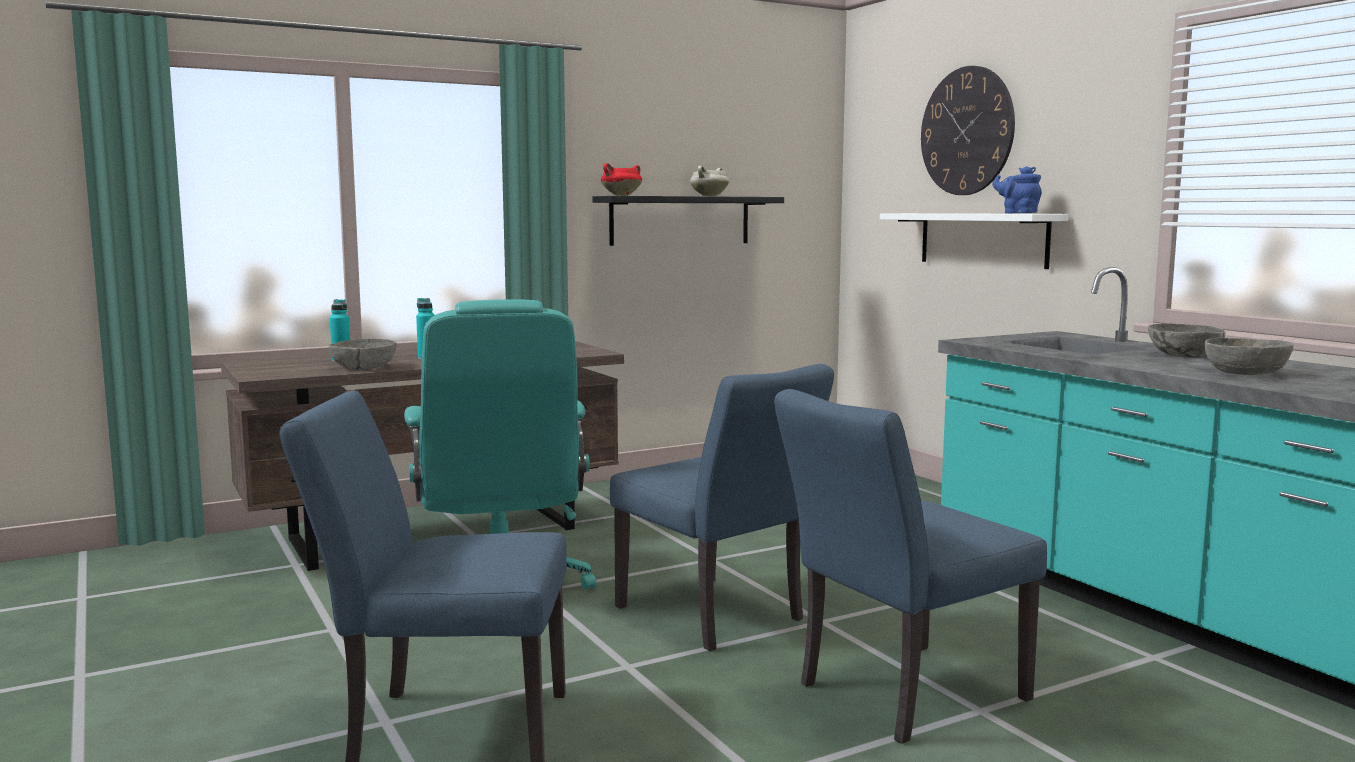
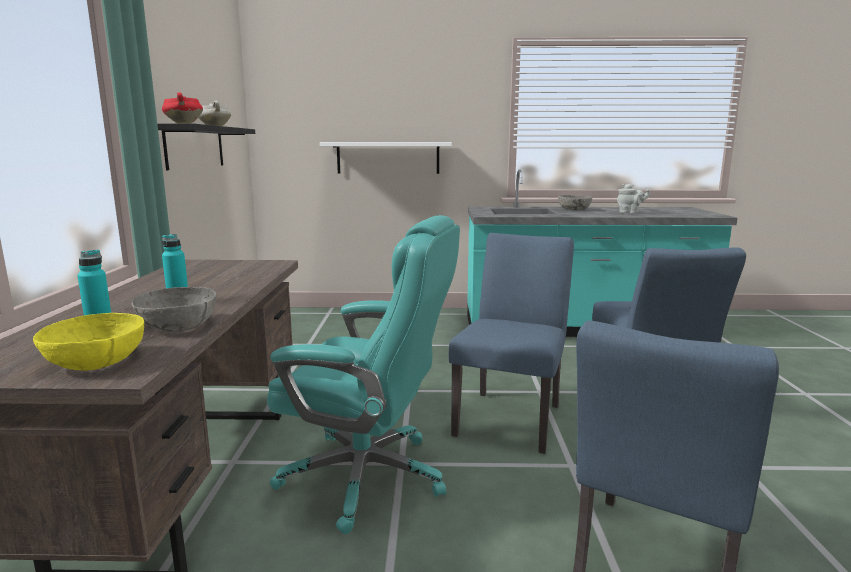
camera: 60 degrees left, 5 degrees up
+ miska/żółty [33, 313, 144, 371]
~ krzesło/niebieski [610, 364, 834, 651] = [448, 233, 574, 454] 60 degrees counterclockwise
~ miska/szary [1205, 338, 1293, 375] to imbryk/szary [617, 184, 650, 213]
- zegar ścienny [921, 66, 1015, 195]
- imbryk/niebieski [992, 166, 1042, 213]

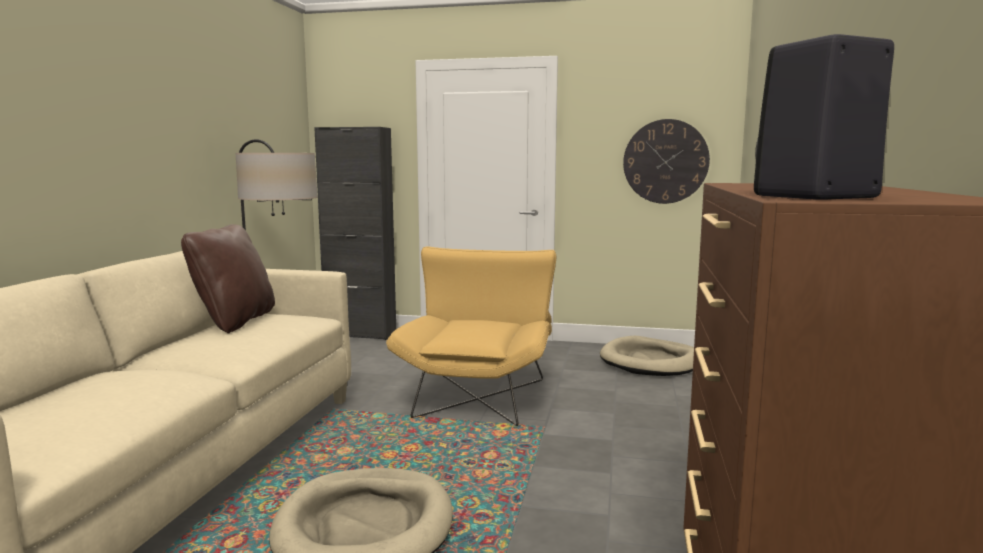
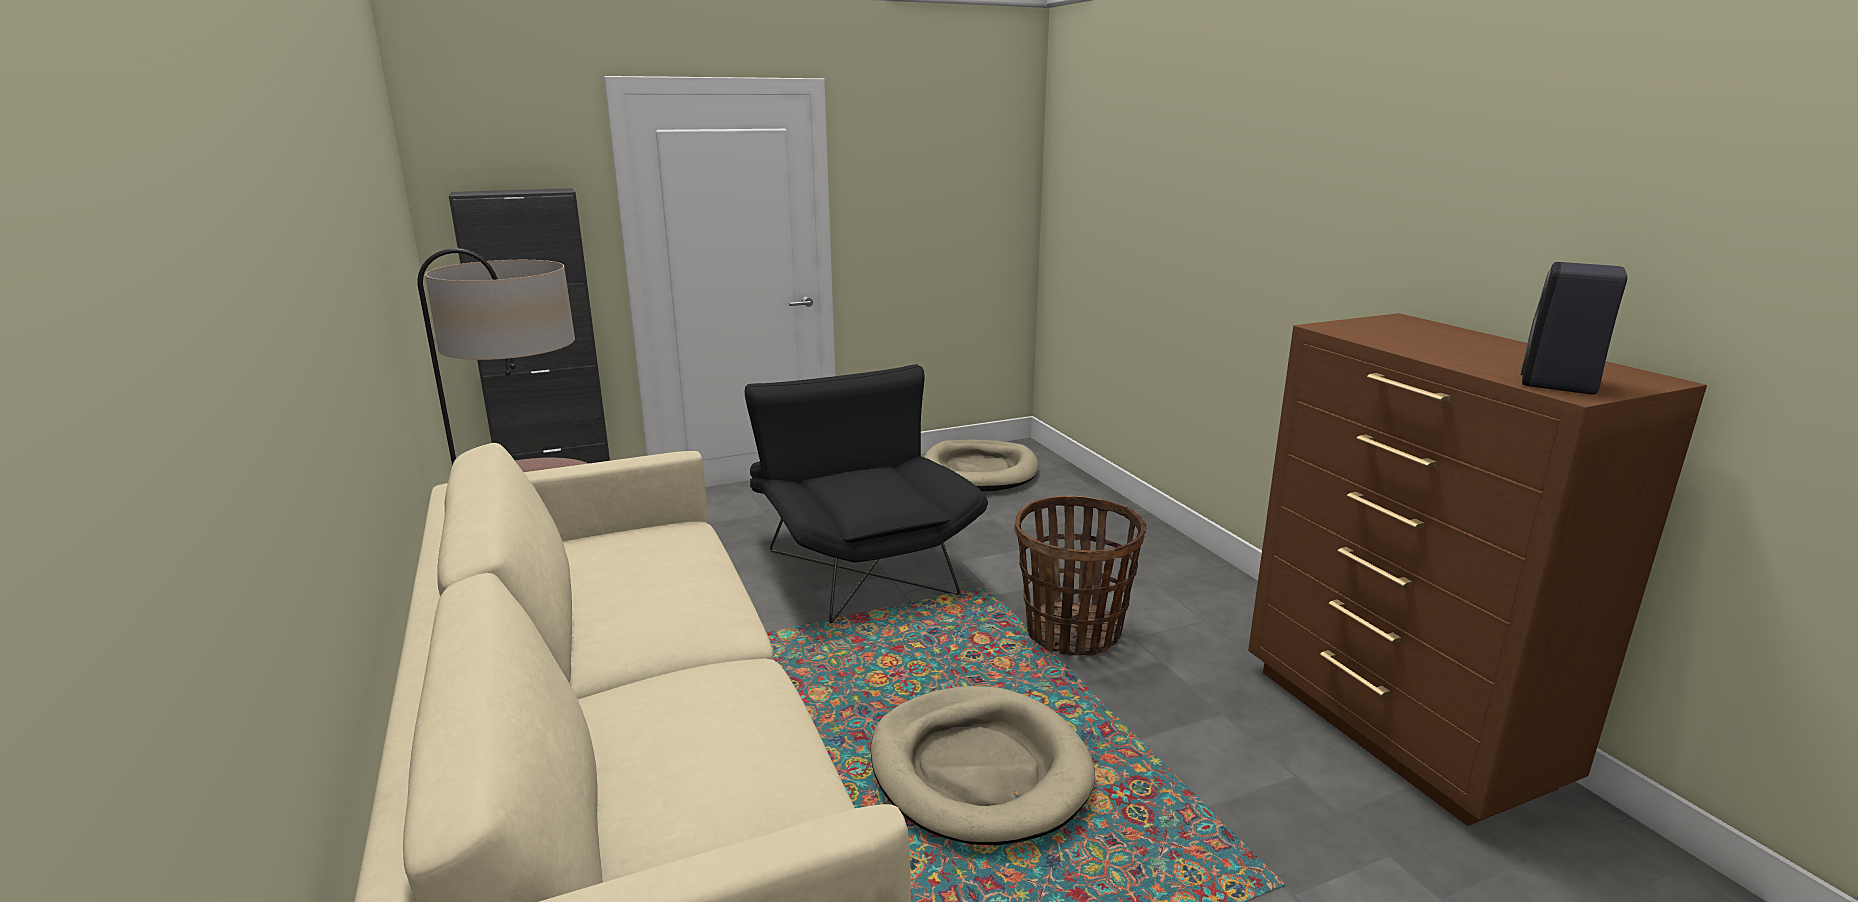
camera: 35 degrees left, 10 degrees up
~ fotel/żółty [386, 246, 556, 426] to fotel/czarny [745, 364, 988, 623]
+ koszyk [1014, 495, 1146, 656]
- poduszka/brązowy [181, 224, 275, 333]
- zegar ścienny [623, 119, 710, 204]

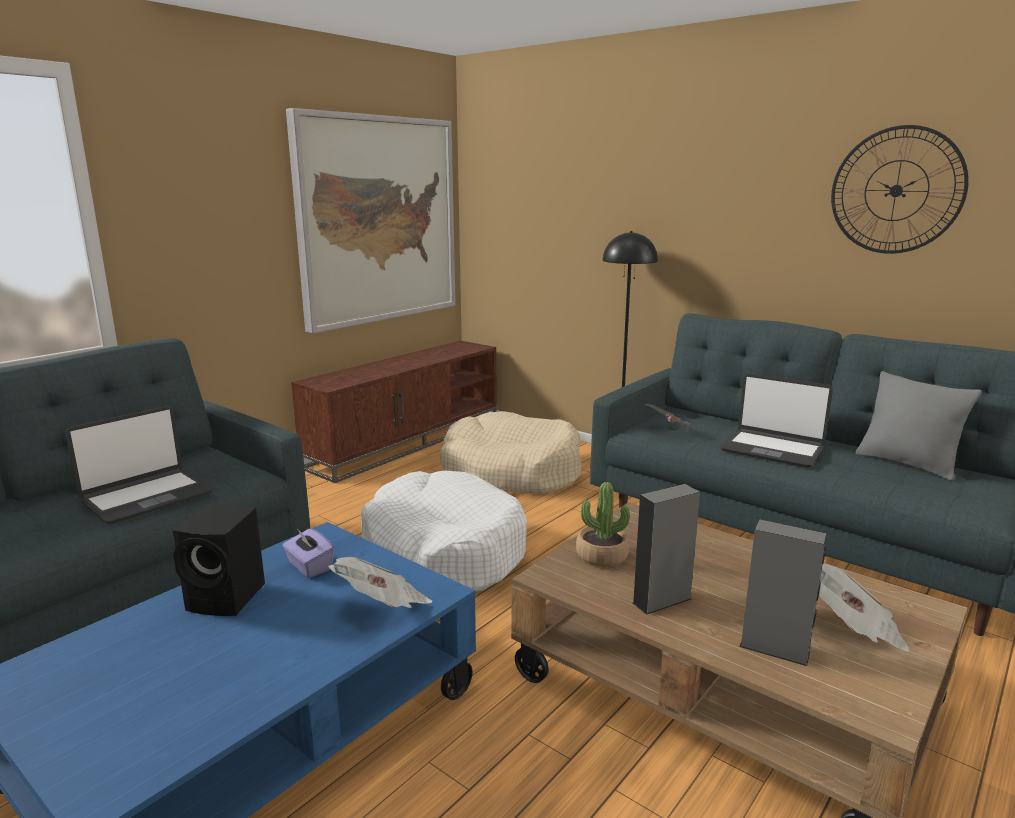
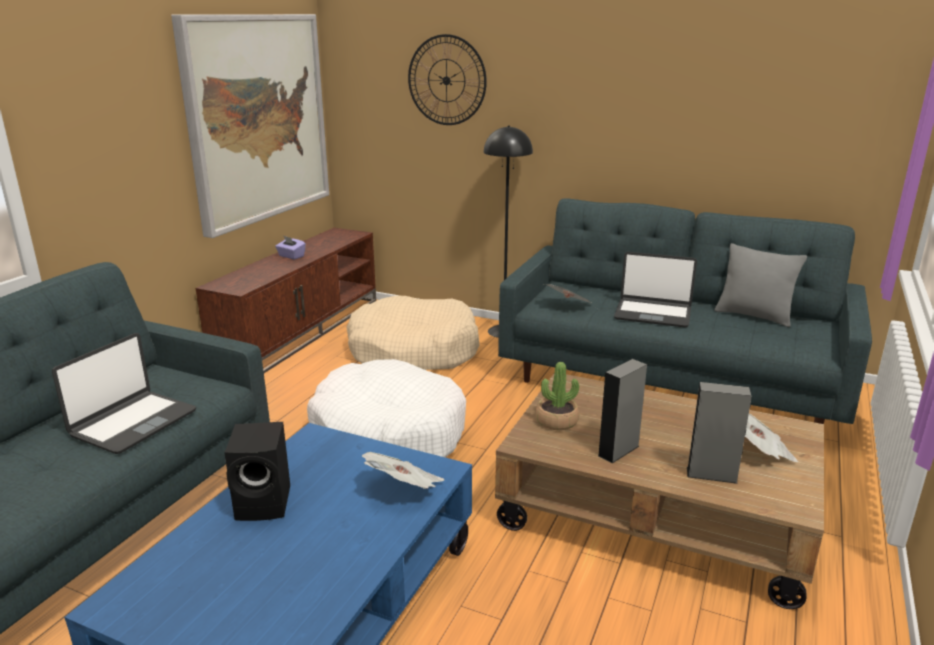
camera: 15 degrees left, 5 degrees up
~ pudełko chusteczek/fioletowy [282, 529, 334, 578] to [275, 236, 306, 259]
~ zegar ścienny [831, 125, 969, 254] to [408, 34, 487, 125]

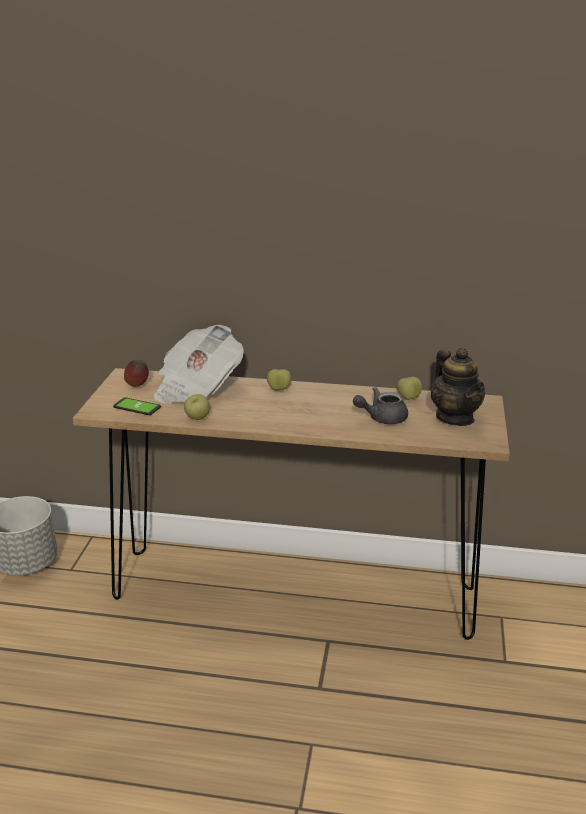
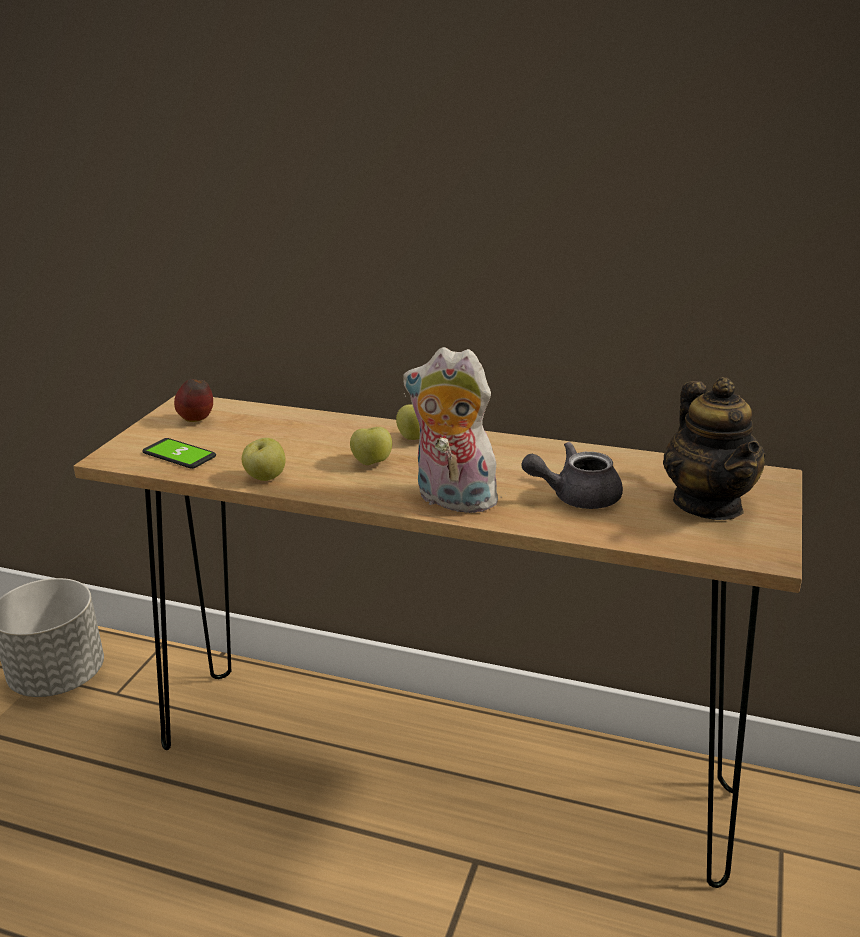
camera: 10 degrees right, 0 degrees up
~ jabłko [397, 377, 422, 400] to [350, 427, 392, 465]
+ pluszak [403, 347, 507, 513]
- gazeta [154, 325, 244, 403]

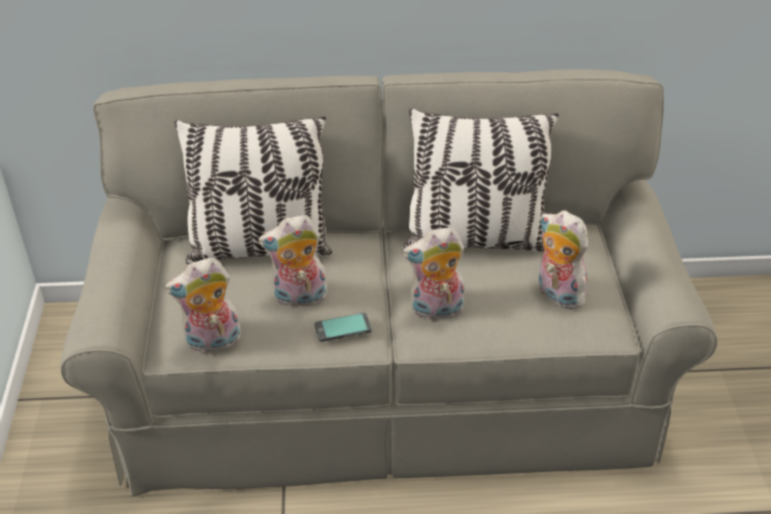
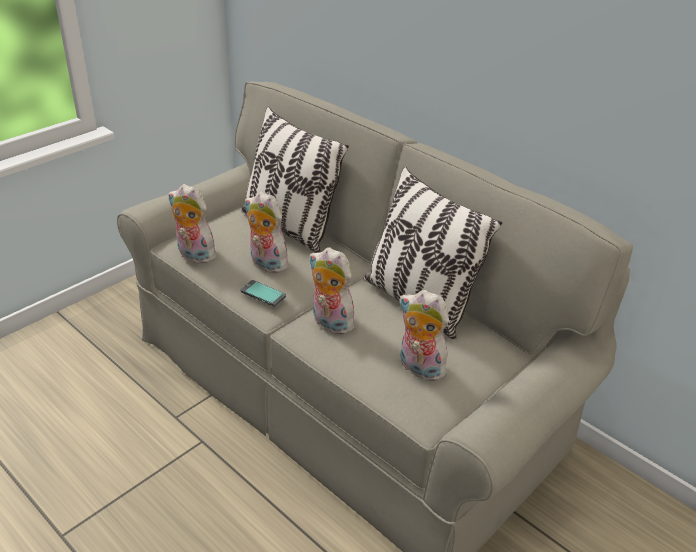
camera: 45 degrees right, 5 degrees down
~ pluszak [539, 210, 589, 309] = [399, 290, 452, 381] 60 degrees counterclockwise

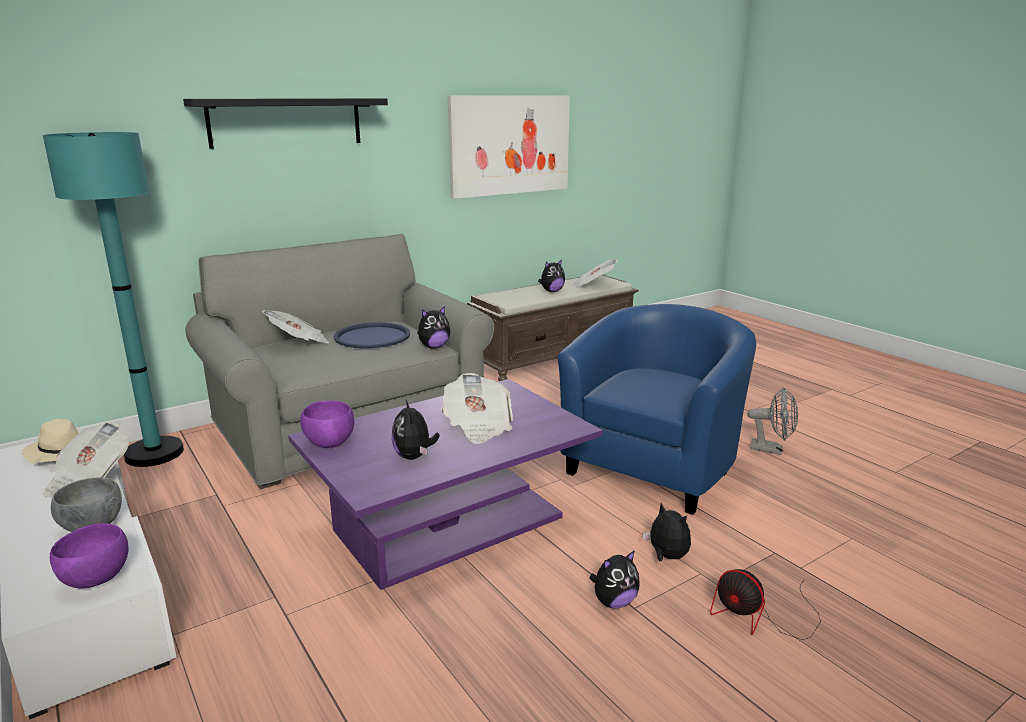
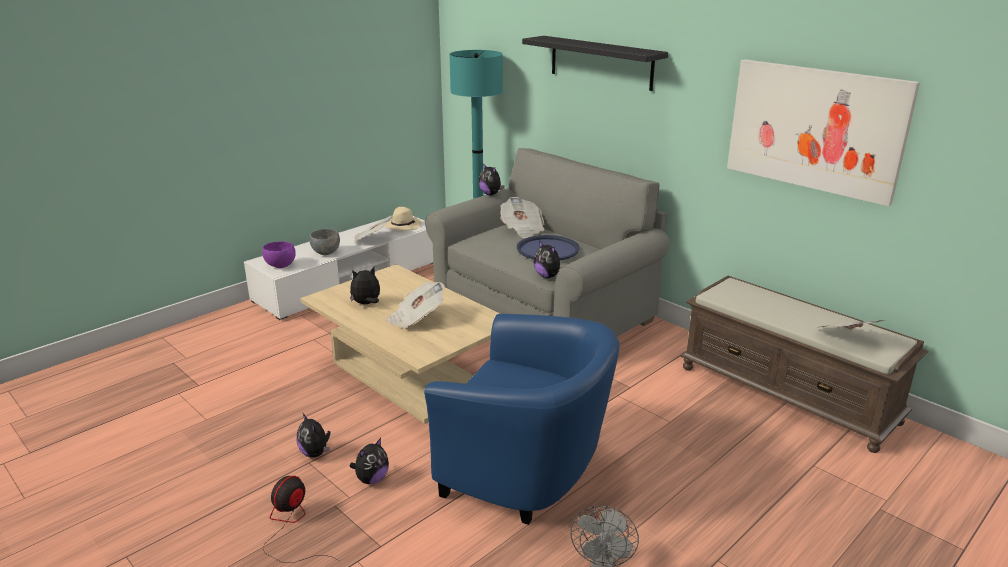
camera: 80 degrees right, 5 degrees up
~ ława/fioletowy [288, 379, 603, 590] to ława/beżowy [300, 264, 500, 424]
~ pluszak [538, 259, 565, 292] to [479, 163, 505, 195]
- miska/fioletowy [300, 401, 354, 448]

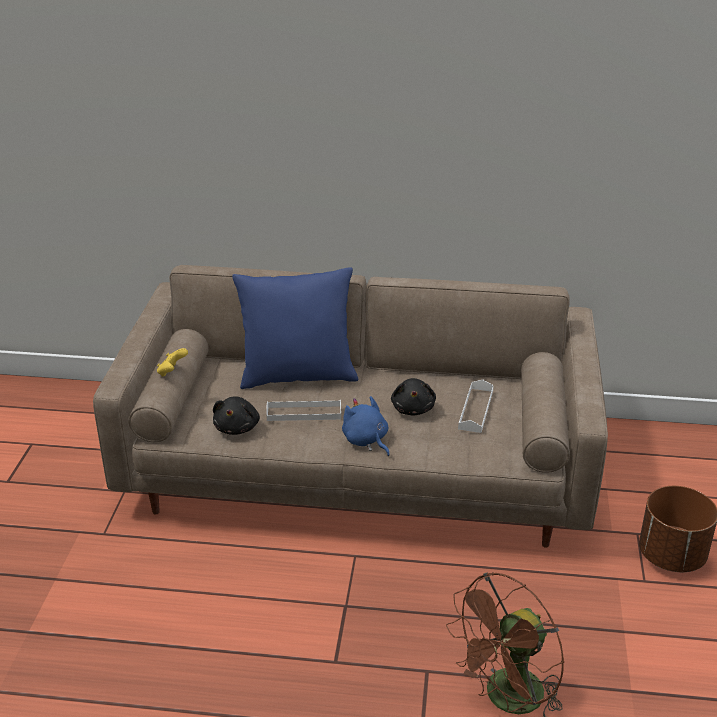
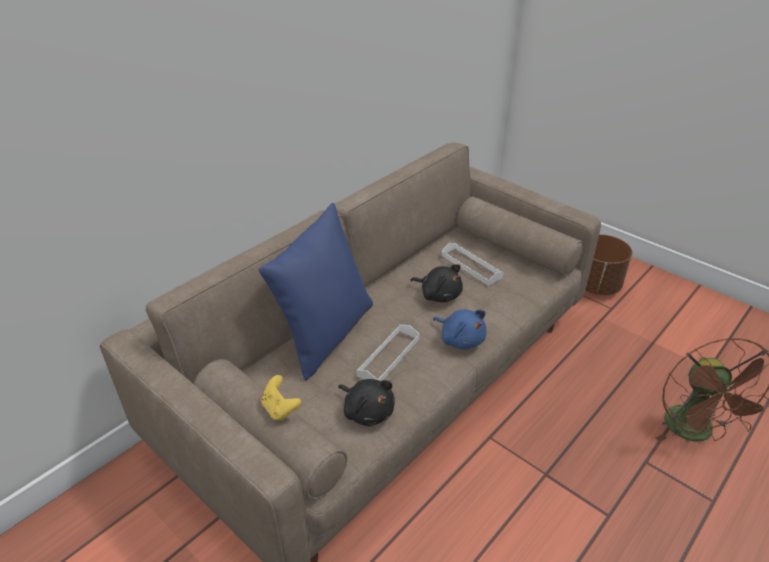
camera: 55 degrees left, 5 degrees up
~ pluszak/niebieski [342, 396, 390, 456] = [433, 310, 487, 350] 135 degrees counterclockwise

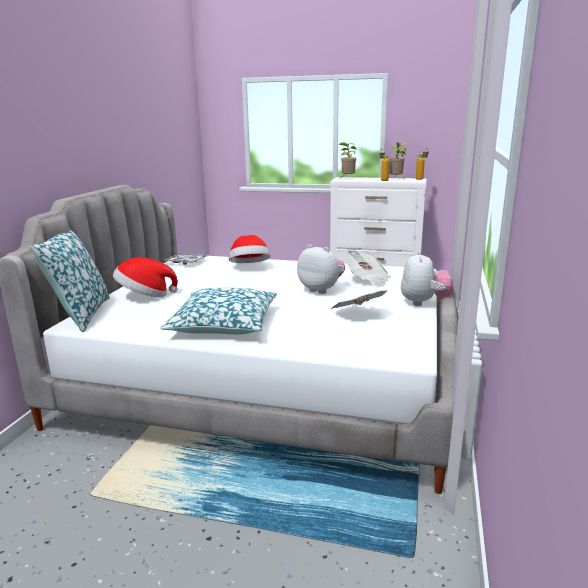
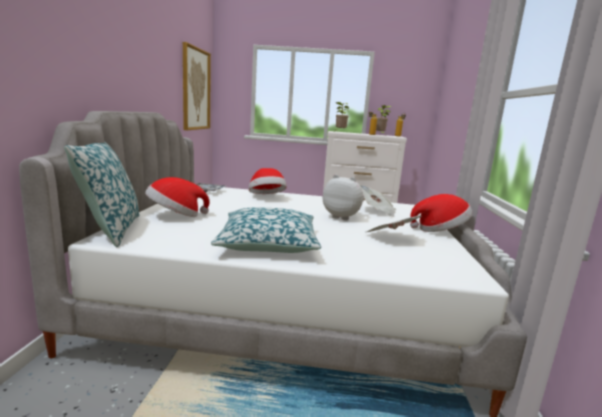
camera: 10 degrees left, 5 degrees down
+ obraz [183, 42, 211, 130]
~ pluszak [401, 251, 453, 306] to kapelusz [410, 194, 473, 232]

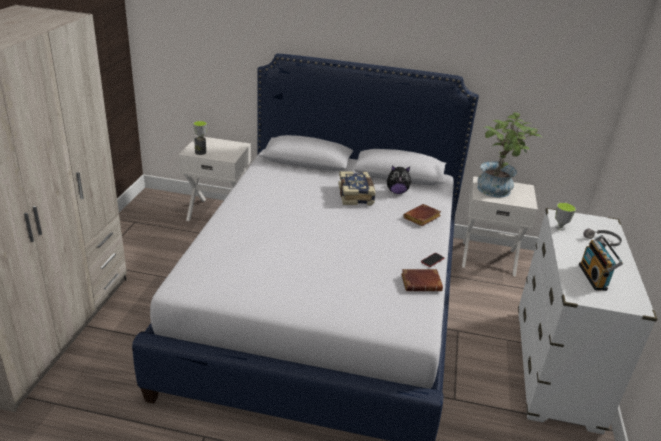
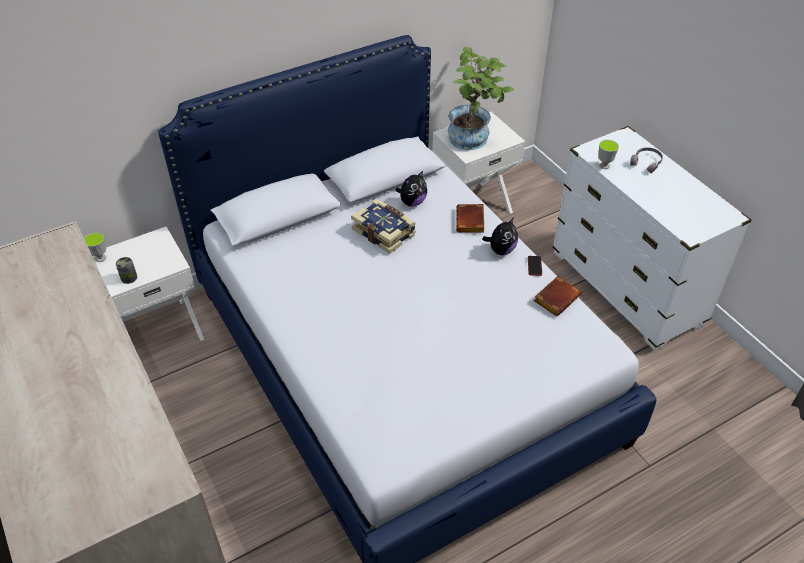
camera: 40 degrees left, 15 degrees up
+ pluszak [482, 217, 518, 255]
- radio [579, 235, 623, 291]

